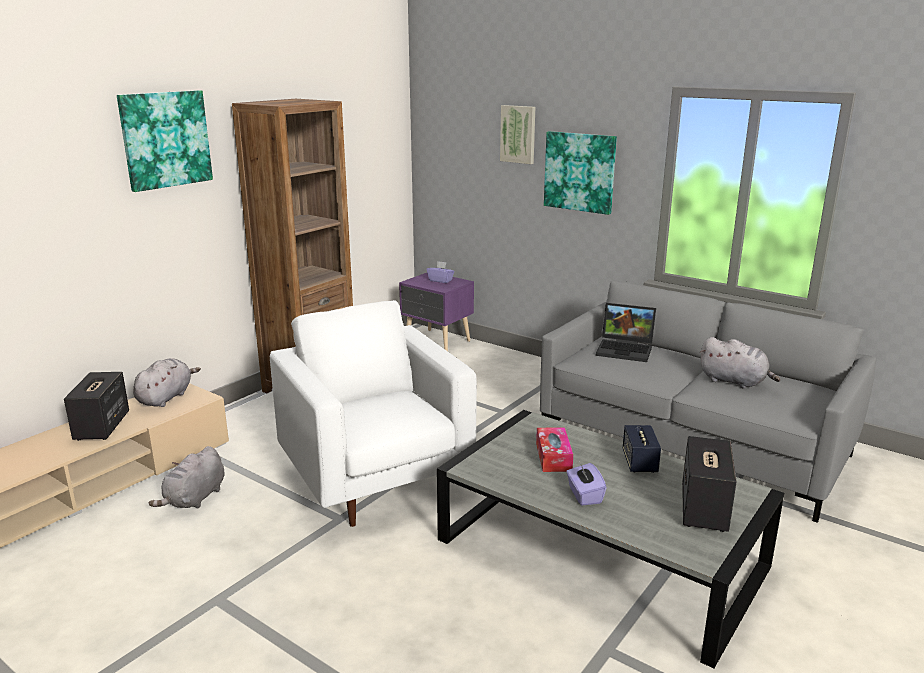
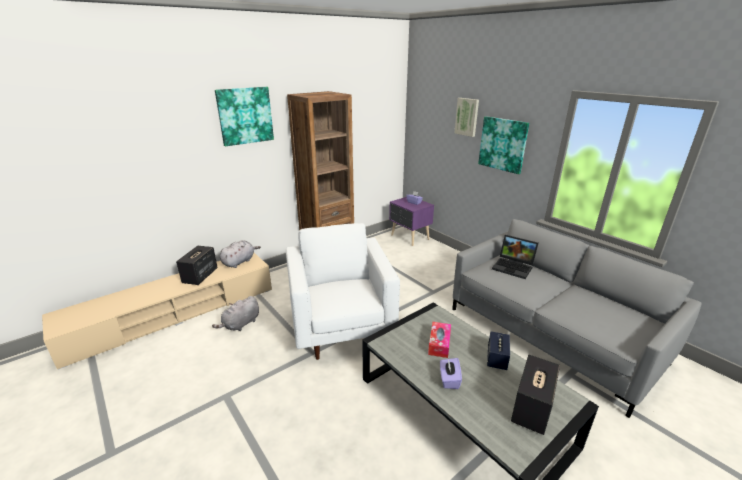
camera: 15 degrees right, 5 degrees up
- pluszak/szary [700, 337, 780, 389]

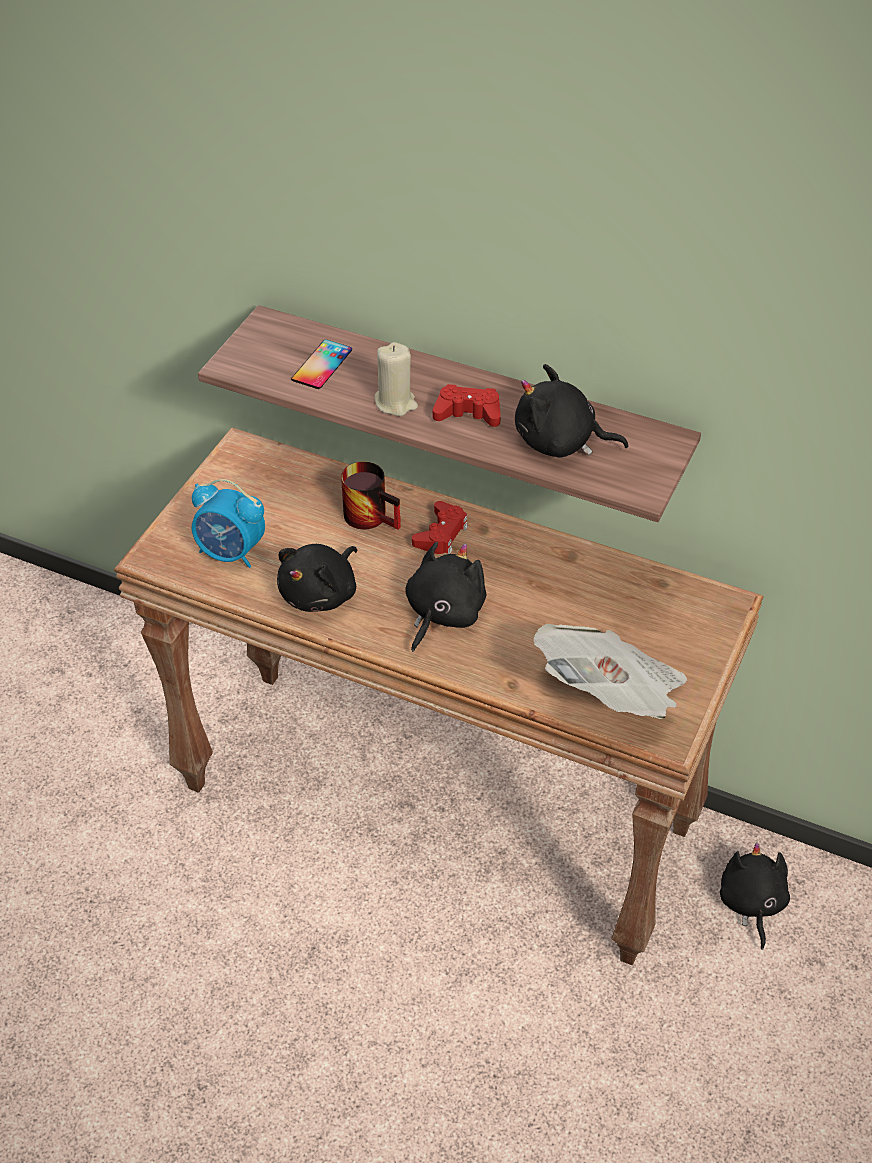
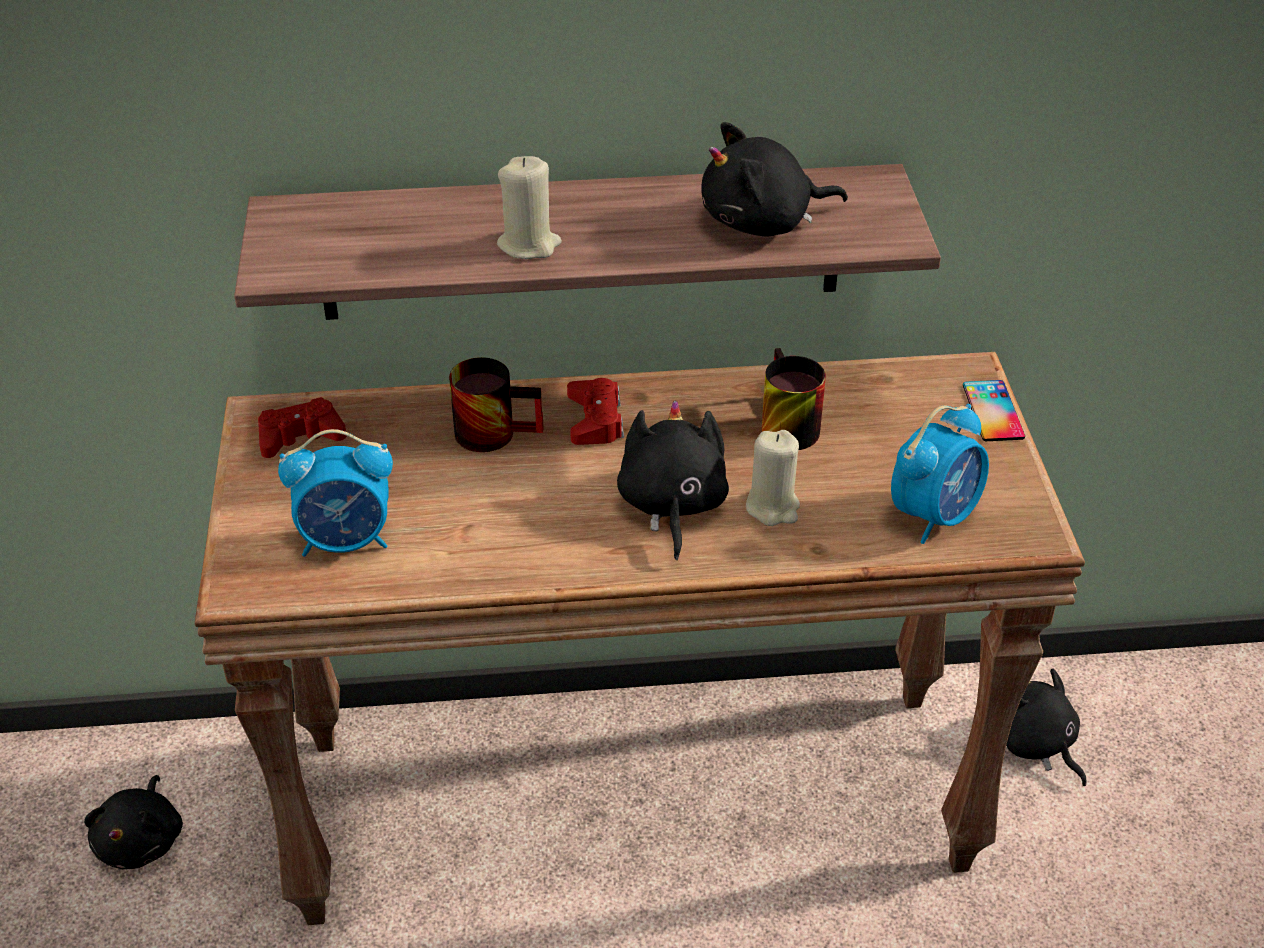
camera: 30 degrees left, 5 degrees down
~ pluszak/czarny [277, 544, 357, 612] to [84, 775, 183, 869]
~ pad do gier/czerwony [433, 384, 501, 427] to [258, 397, 346, 458]
+ świeca/beżowy [746, 430, 800, 526]
+ kubek [761, 348, 826, 450]
~ gazeta [534, 624, 687, 719] to budzik [891, 404, 989, 544]
~ telefon [291, 339, 352, 389] to [963, 380, 1025, 441]

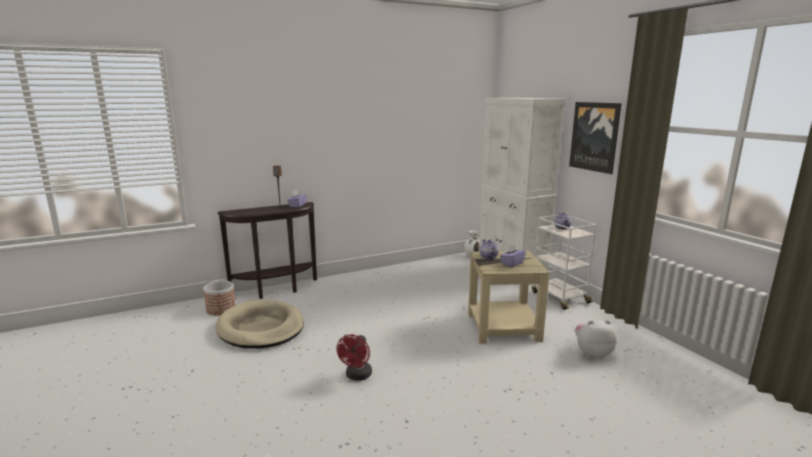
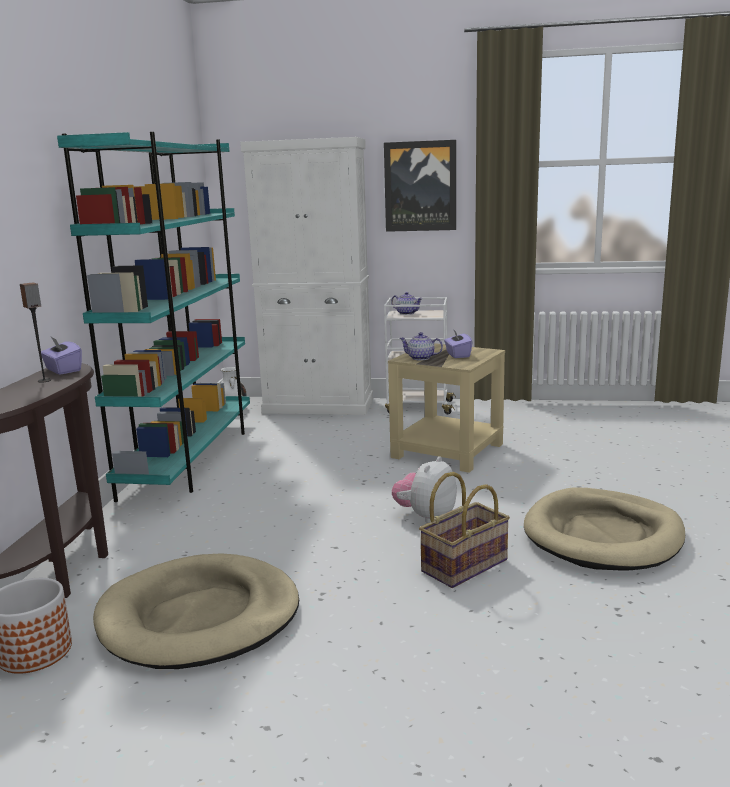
camera: 55 degrees left, 0 degrees up
+ regał/turkusowy [57, 132, 250, 502]
~ pluszak [575, 320, 617, 359] to [392, 456, 457, 523]
~ wentylator/czerwony [336, 334, 372, 380] to koszyk [419, 472, 510, 588]
+ legowisko/beżowy [524, 487, 685, 571]

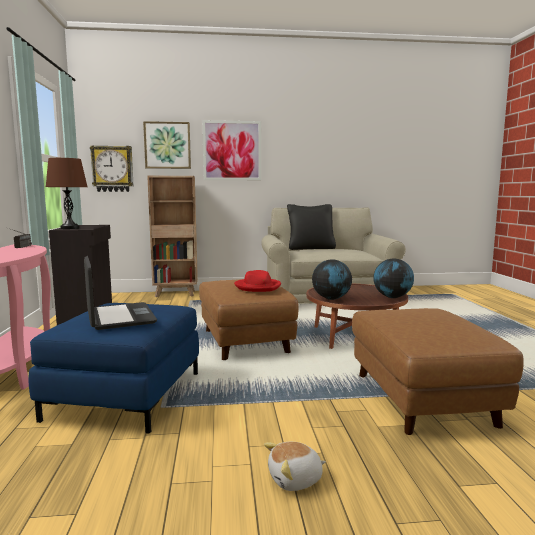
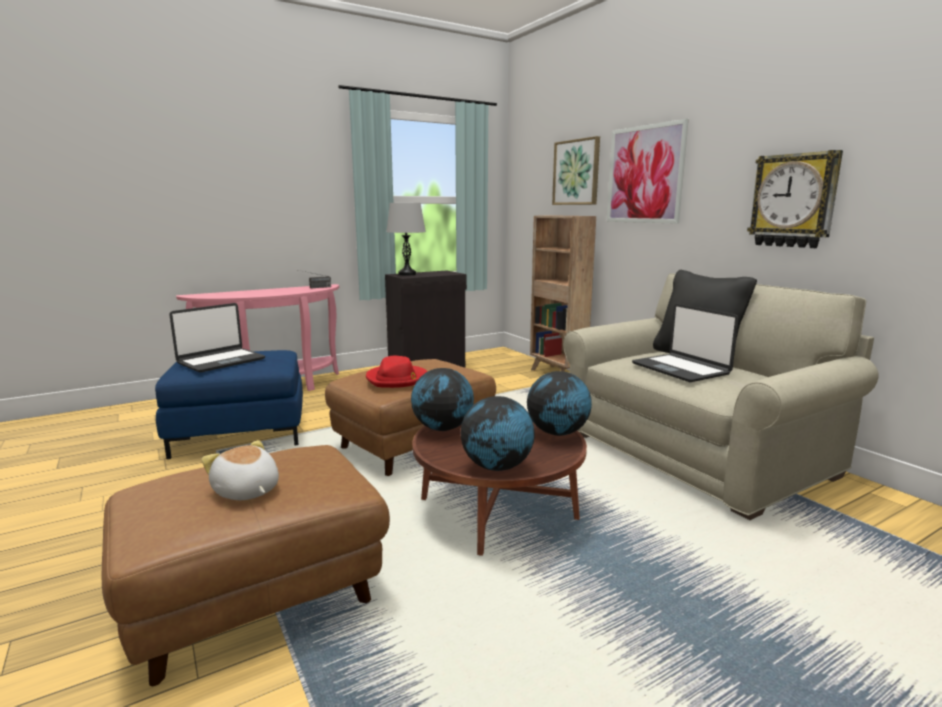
camera: 65 degrees right, 5 degrees up
~ pluszak [264, 442, 326, 491] to [201, 440, 279, 500]
~ lampa stołowa/brązowy [46, 158, 87, 229] to lampa stołowa/szary [386, 203, 426, 276]
+ globus [527, 371, 592, 436]
+ laptop [632, 304, 739, 382]
~ zegar ścienny [90, 145, 134, 192] to [747, 150, 843, 248]

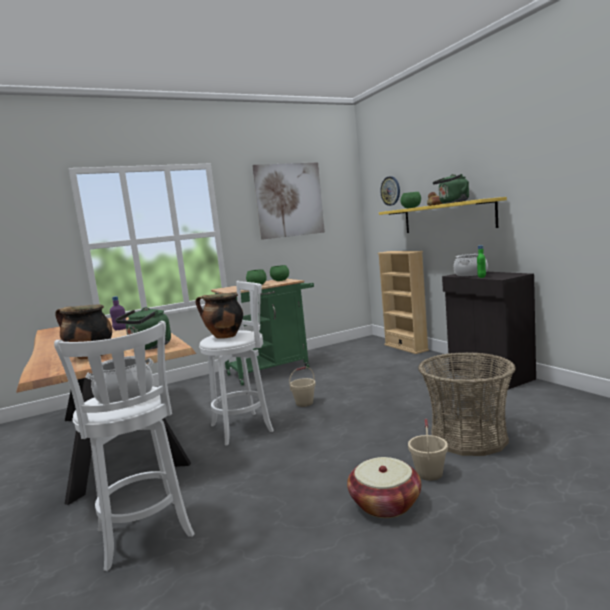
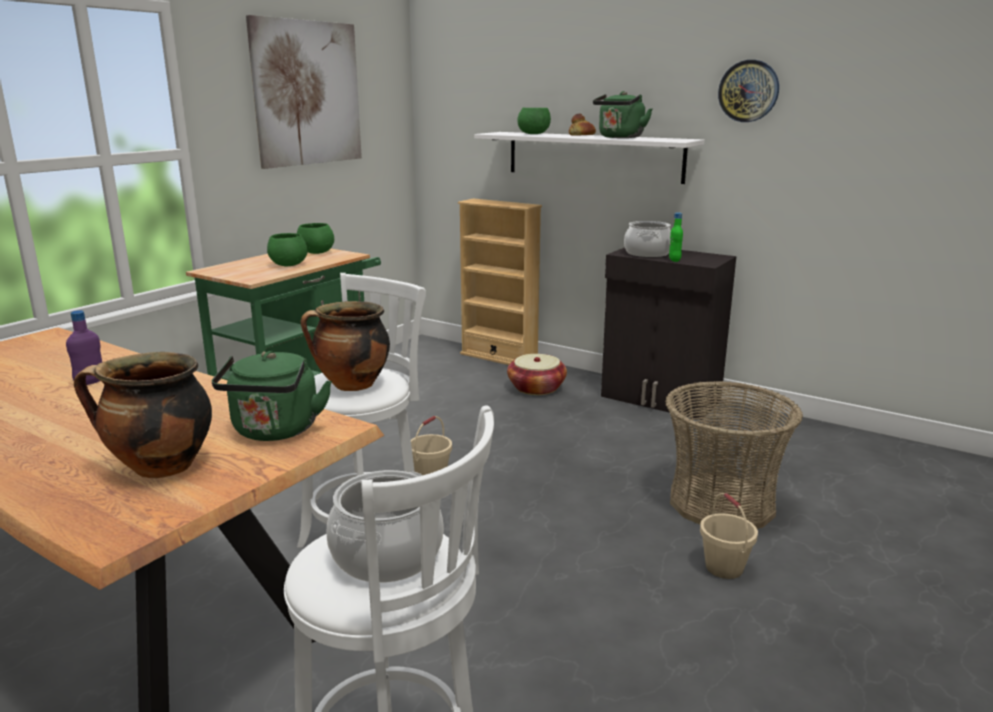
camera: 30 degrees left, 10 degrees up
~ półka/żółty [379, 197, 507, 233] to półka/biały [474, 132, 704, 184]
~ koszyk [347, 457, 421, 518] to [507, 354, 567, 395]
~ zegar ścienny [380, 176, 400, 206] to [718, 60, 779, 122]

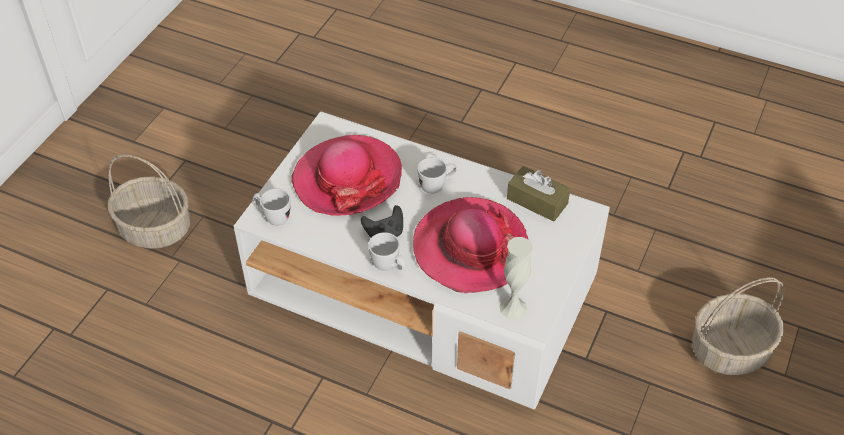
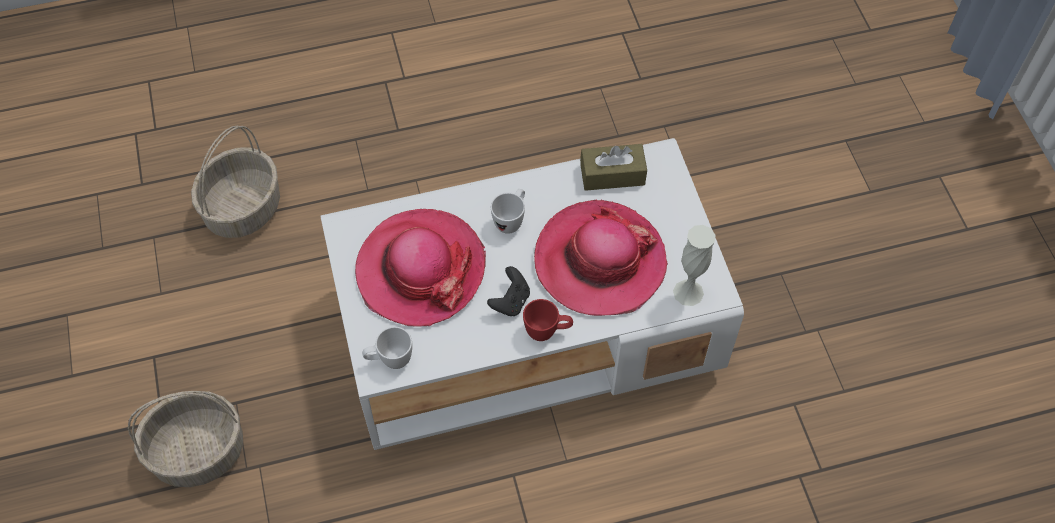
camera: 40 degrees left, 10 degrees up
~ koszyk [692, 277, 785, 375] to [191, 125, 280, 238]
~ kubek/biały [368, 232, 406, 271] to kubek/czerwony [523, 299, 573, 341]

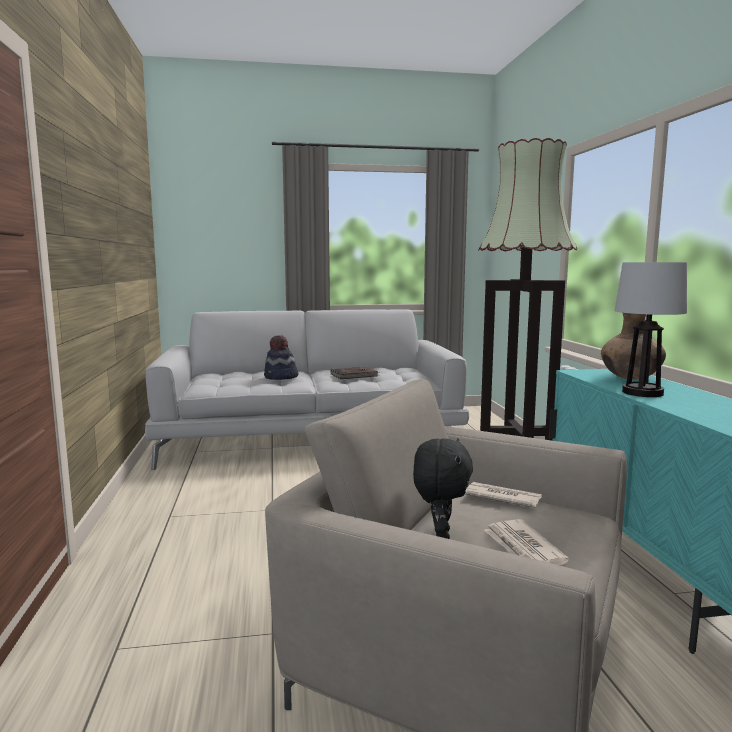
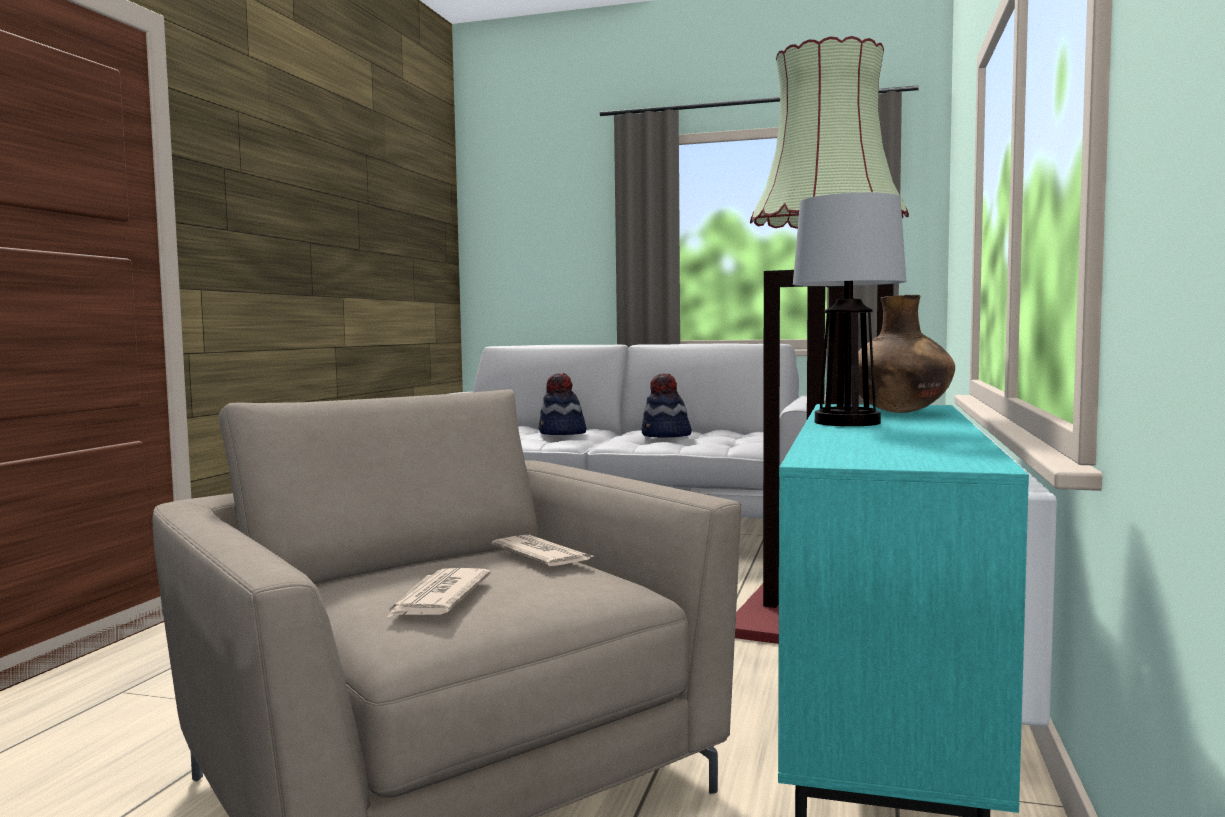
camera: 25 degrees right, 5 degrees down
~ książka/brązowy [331, 367, 378, 379] to kapelusz [641, 373, 692, 437]
- pluszak/czarny [413, 438, 473, 539]

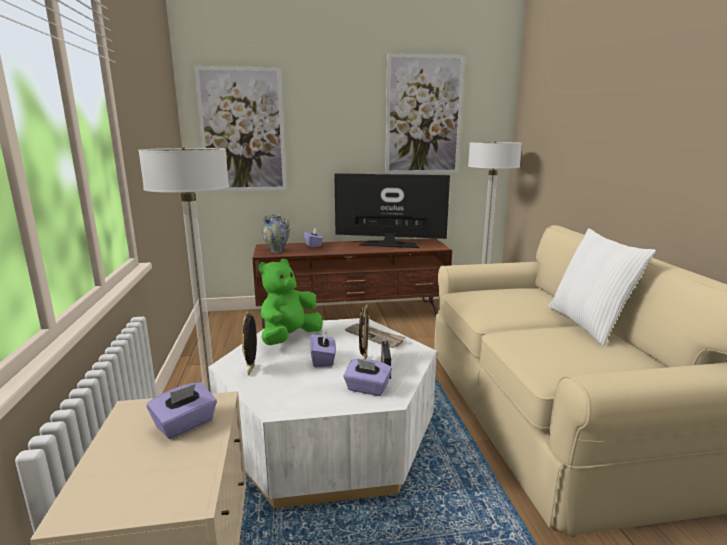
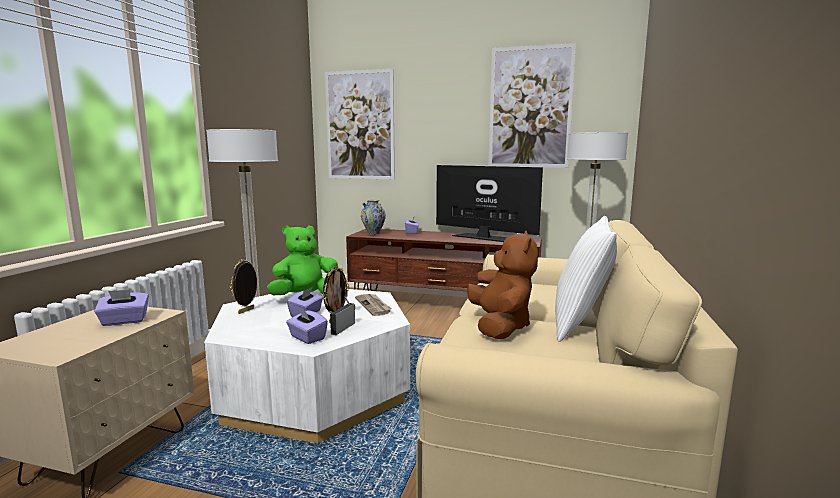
camera: 25 degrees right, 5 degrees down
+ pluszak/brązowy [467, 231, 538, 339]

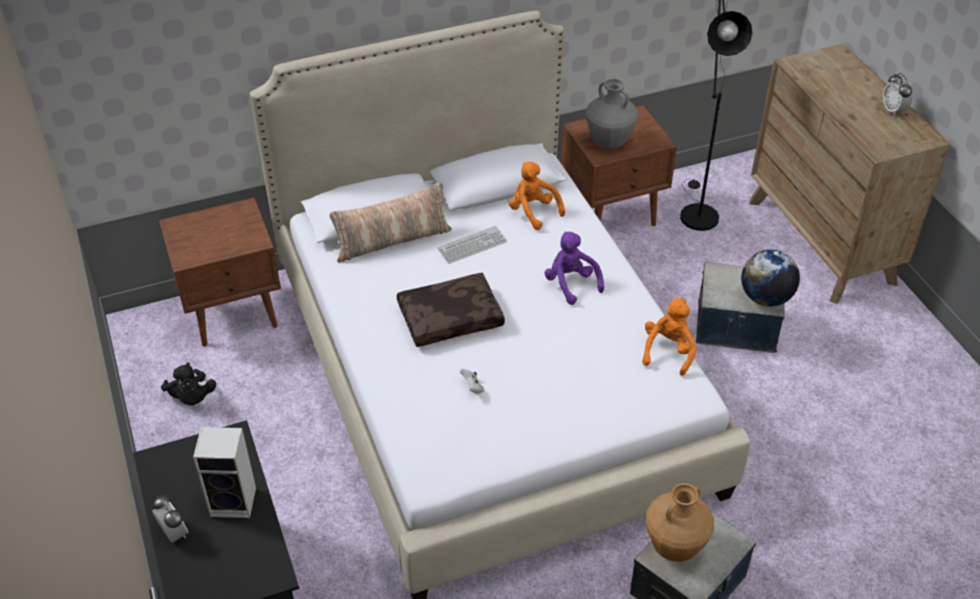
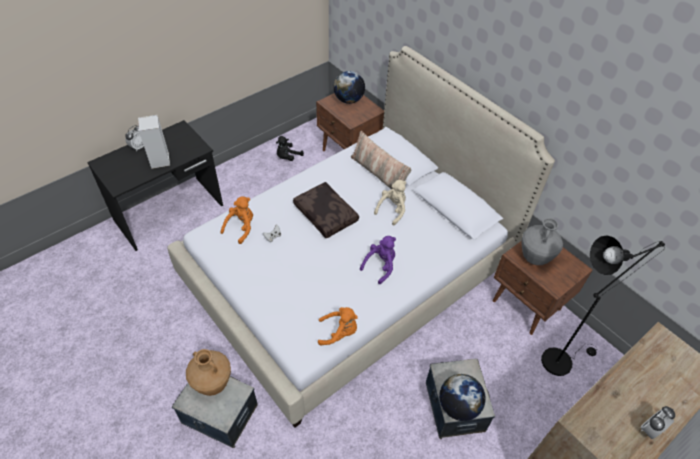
camera: 70 degrees right, 5 degrees up
~ pluszak/pomarańczowy [509, 162, 565, 230] to [221, 196, 253, 244]
+ globus [333, 71, 365, 104]
~ klawiatura [437, 226, 507, 264] to pluszak/beżowy [374, 180, 406, 225]

